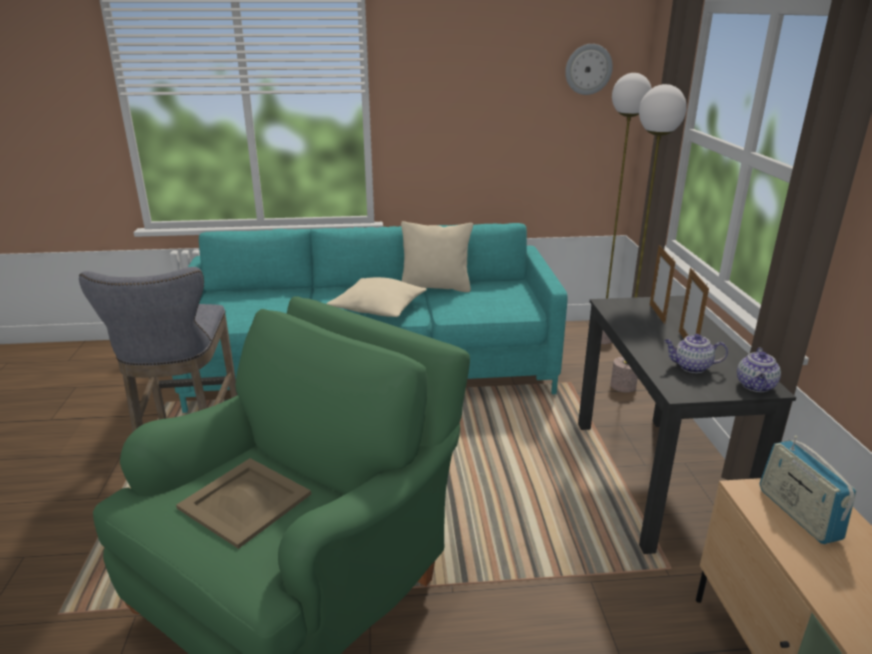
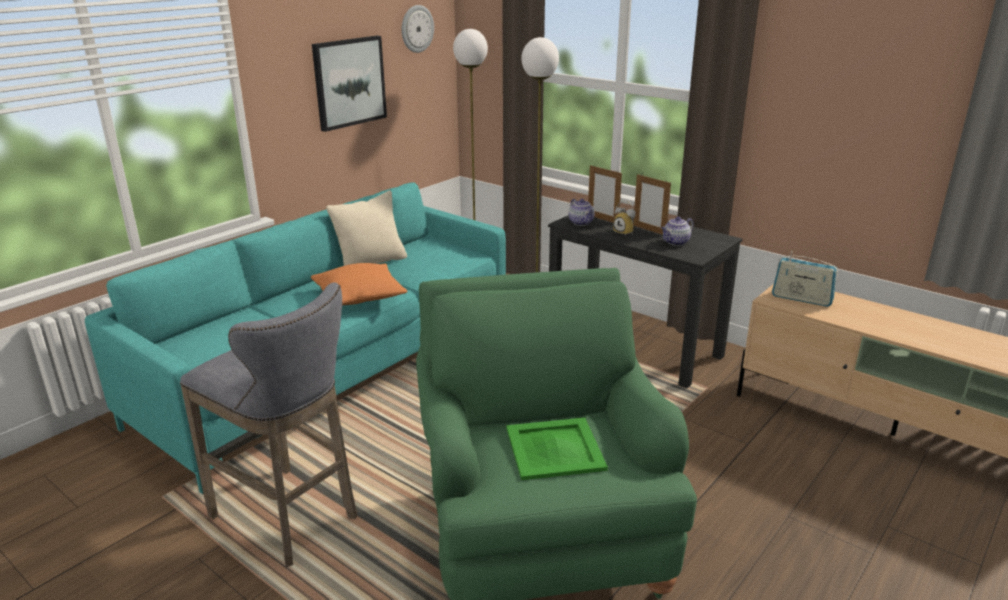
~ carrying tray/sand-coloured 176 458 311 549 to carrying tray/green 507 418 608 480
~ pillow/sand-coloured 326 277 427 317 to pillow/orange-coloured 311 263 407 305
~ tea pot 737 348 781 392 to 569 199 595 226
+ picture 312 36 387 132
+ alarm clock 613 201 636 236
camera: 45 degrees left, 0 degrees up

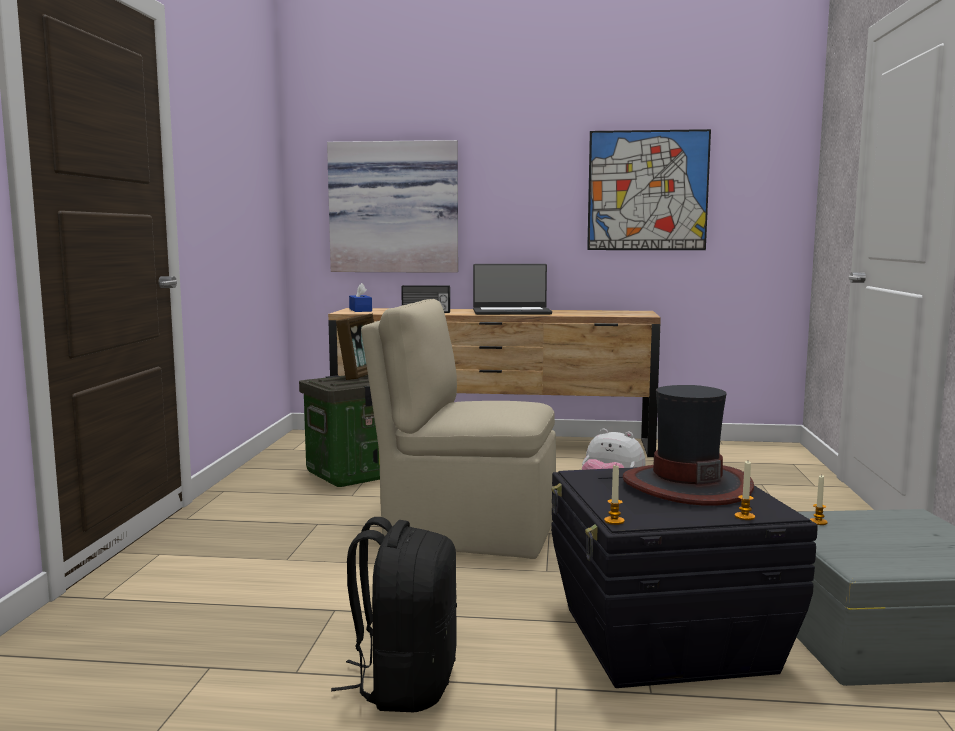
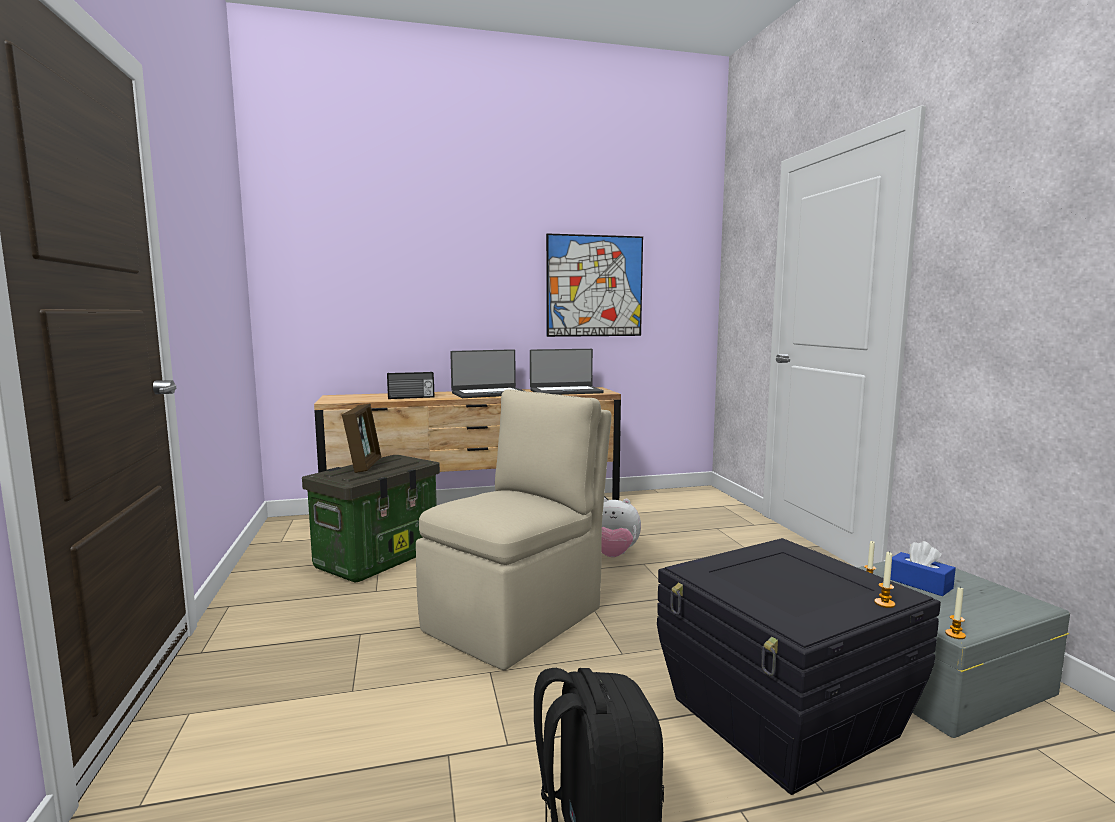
- picture 327 140 458 273
~ tissue holder/blue 349 283 372 312 to 890 541 956 596
~ chair/sand-coloured 361 299 556 559 = 416 389 611 670 135 degrees clockwise
~ wax light 604 465 625 525 to 945 586 966 639
- hat 622 385 754 506
+ laptop 530 349 604 395
camera: 20 degrees left, 0 degrees up

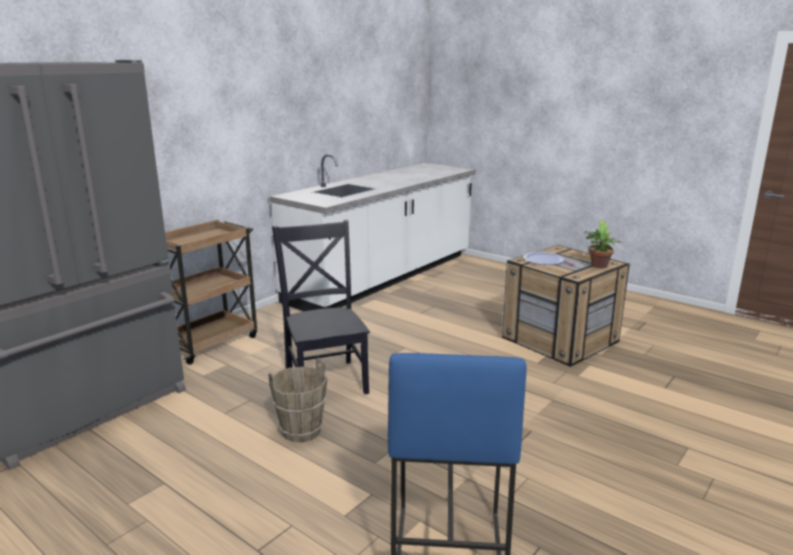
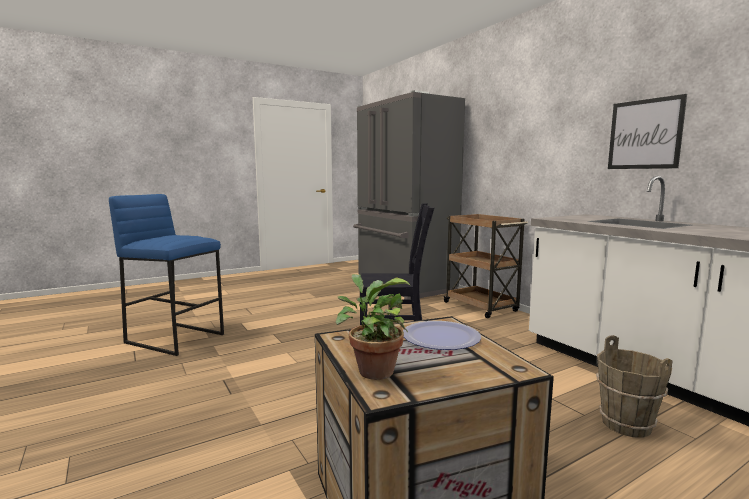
~ water bucket/brownish 269 358 327 443 to 596 335 672 438
+ picture 608 94 687 169
camera: 110 degrees right, 10 degrees down

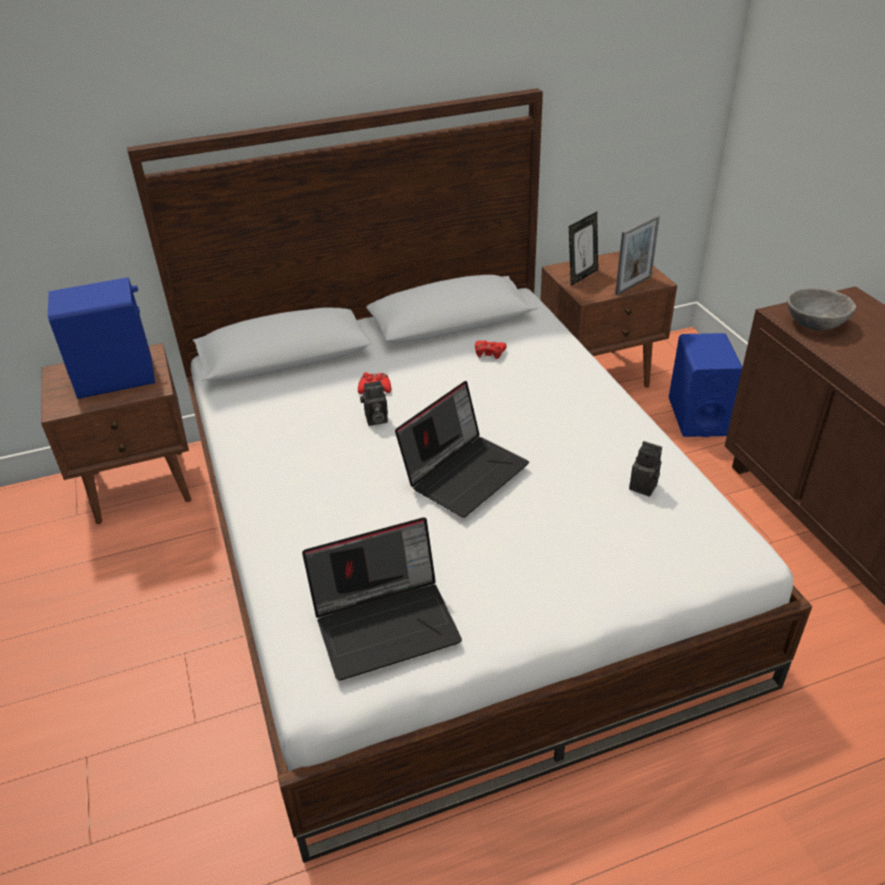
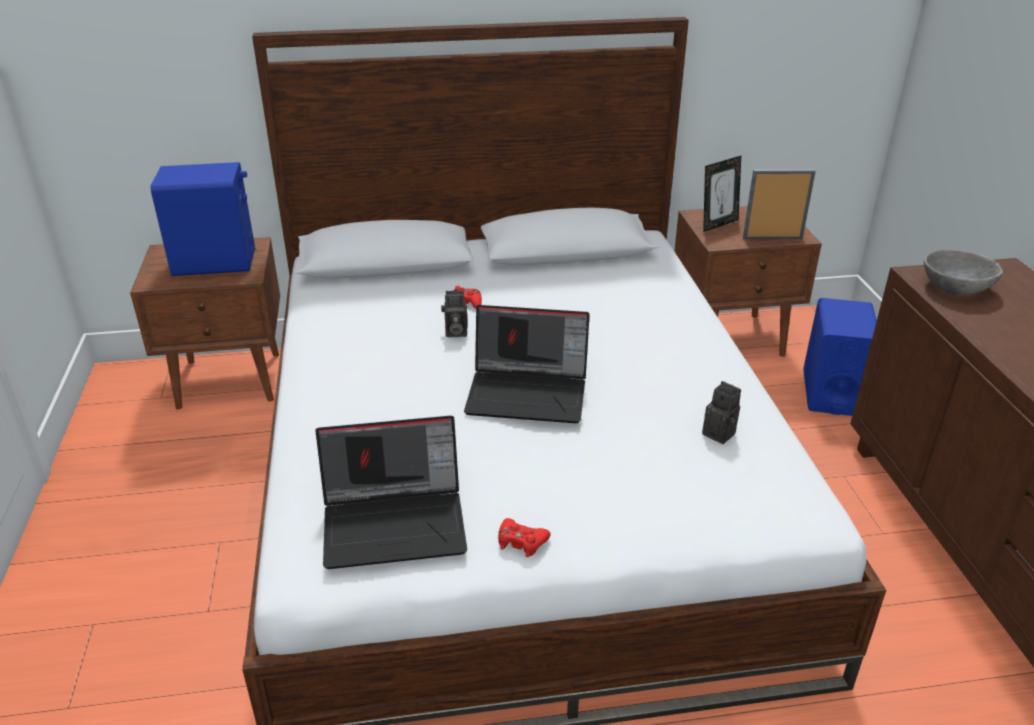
~ laptop 395 381 529 518 = 464 305 590 423 45 degrees clockwise
~ game controller/red 475 340 507 359 to 498 518 551 557
~ picture frame 615 215 660 295 = 743 169 816 239 150 degrees counterclockwise
camera: 10 degrees right, 5 degrees down

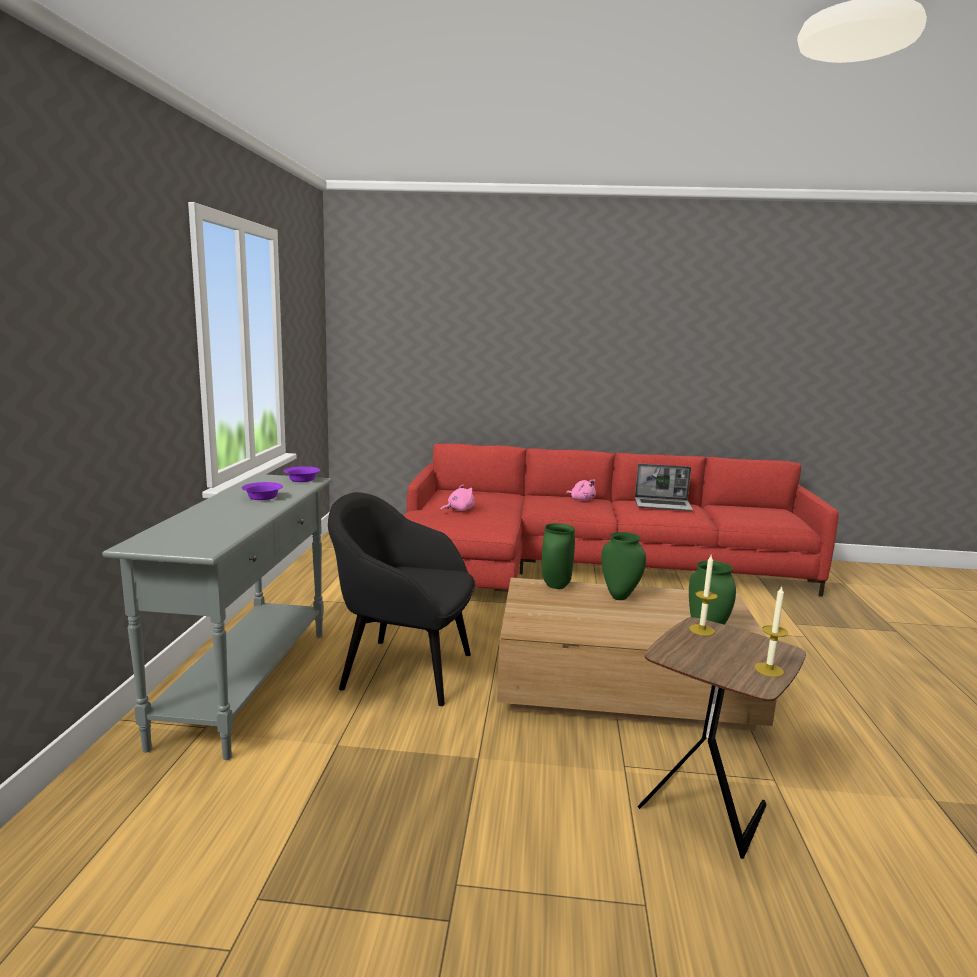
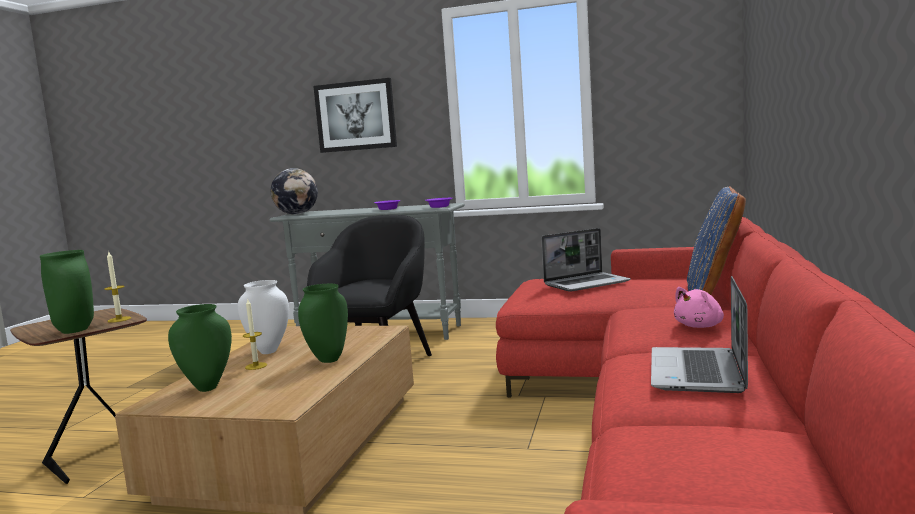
~ cuddly toy/pinkish 440 485 475 511 to laptop 541 228 631 292
~ vase/green 542 523 575 589 to 40 250 94 334
~ wax light 755 587 788 677 to 243 299 267 370
+ vase/white-coloured 238 280 289 354
+ world globe 271 168 318 215
+ picture 313 78 397 153
+ pillow/blue 687 186 746 295
camera: 100 degrees right, 5 degrees down

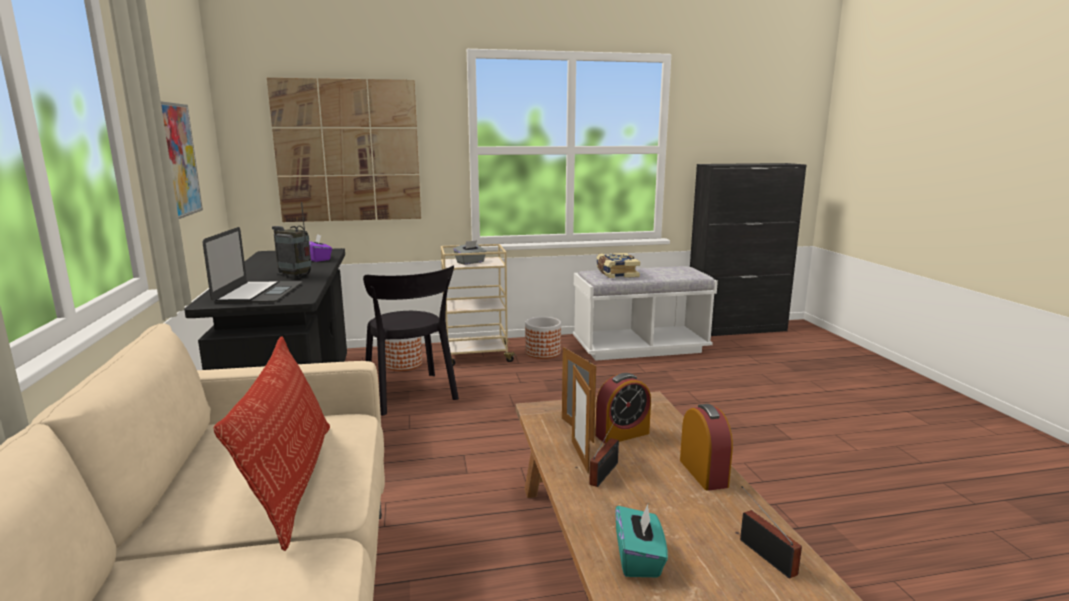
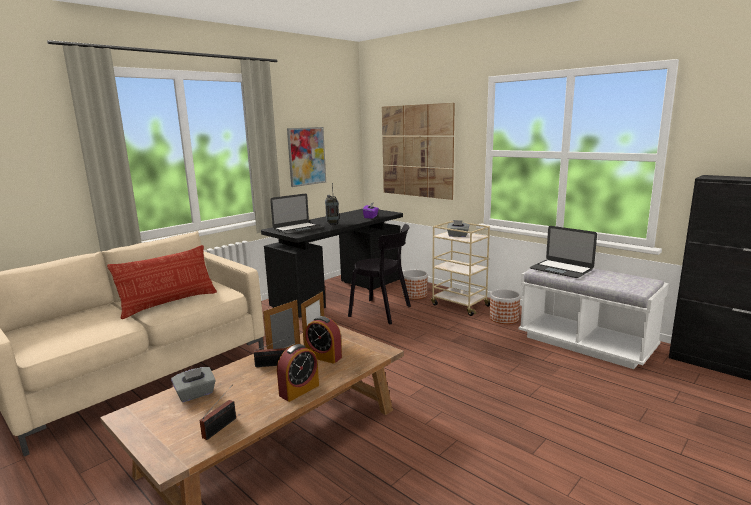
~ chair/black 363 266 459 416 = 348 224 411 324 90 degrees counterclockwise
~ volume 596 253 640 278 to laptop 530 226 597 278
~ tissue holder/blue-green 615 504 668 577 to tissue holder/gray 171 367 216 402
camera: 55 degrees right, 0 degrees up

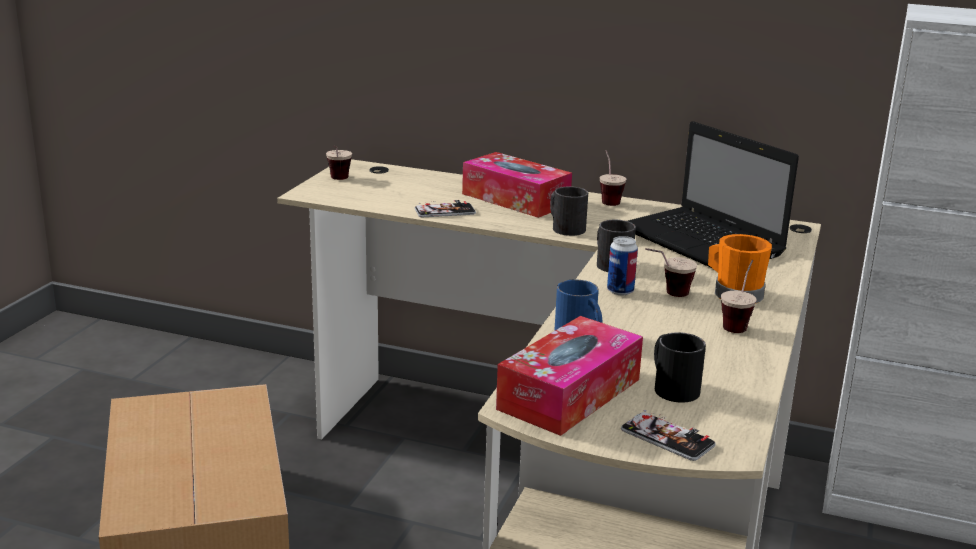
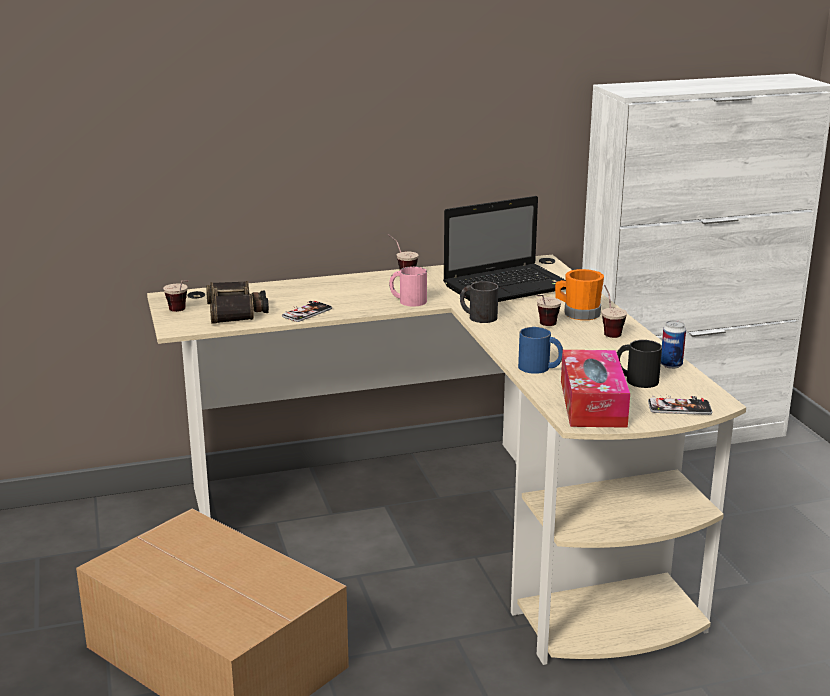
- tissue holder 462 152 572 218
~ mug/black 550 186 588 236 to mug/pinkish 389 266 427 306
~ can 607 236 638 295 to 661 320 686 369
~ laptop 628 121 799 267 = 443 196 566 302 45 degrees counterclockwise
+ field glasses 206 281 269 324
camera: 35 degrees left, 0 degrees up

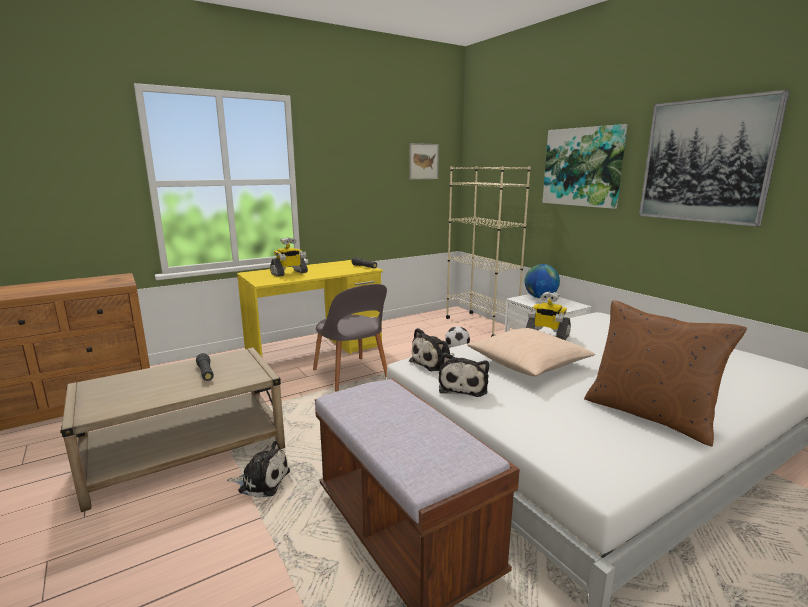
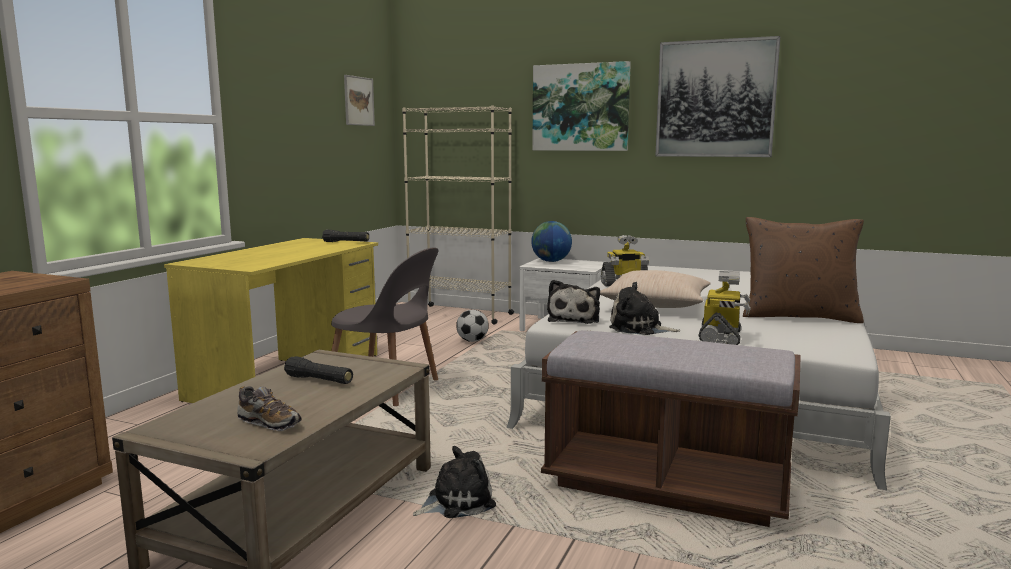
~ model robot 270 237 308 277 to 699 271 750 345
~ cuddly toy 438 353 489 397 = 609 282 680 335 135 degrees clockwise
+ shoe 237 386 301 431
camera: 35 degrees left, 5 degrees down

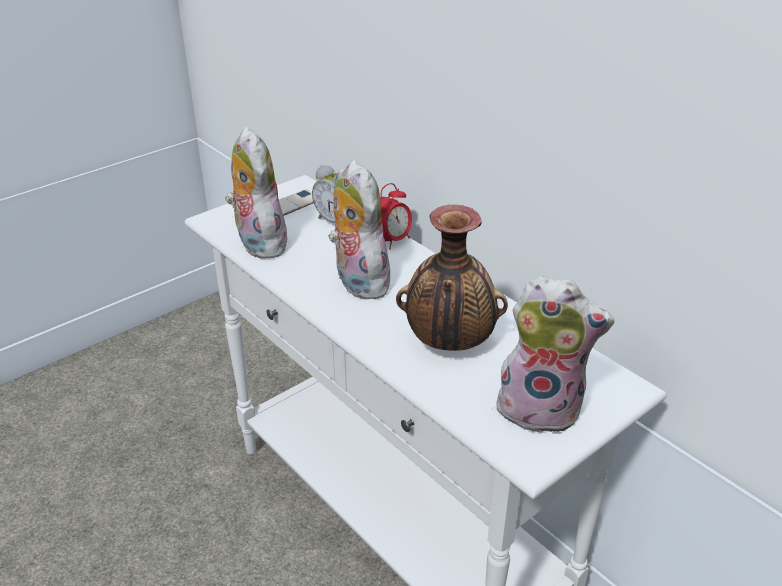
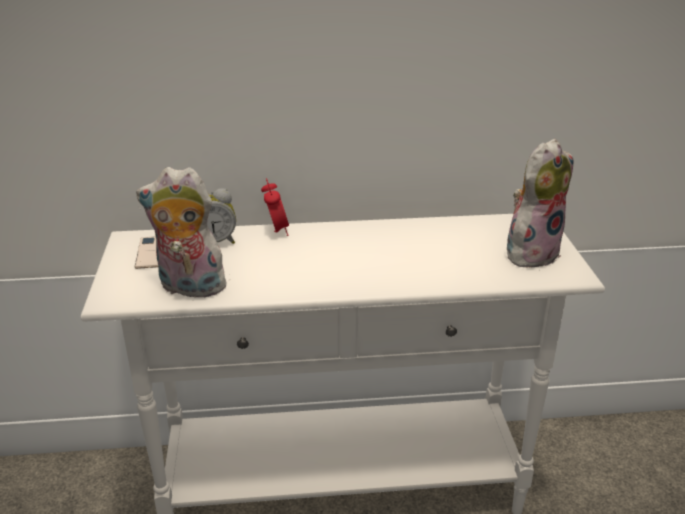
- cuddly toy 328 160 390 299
- vase 396 205 508 351
camera: 55 degrees left, 5 degrees down

